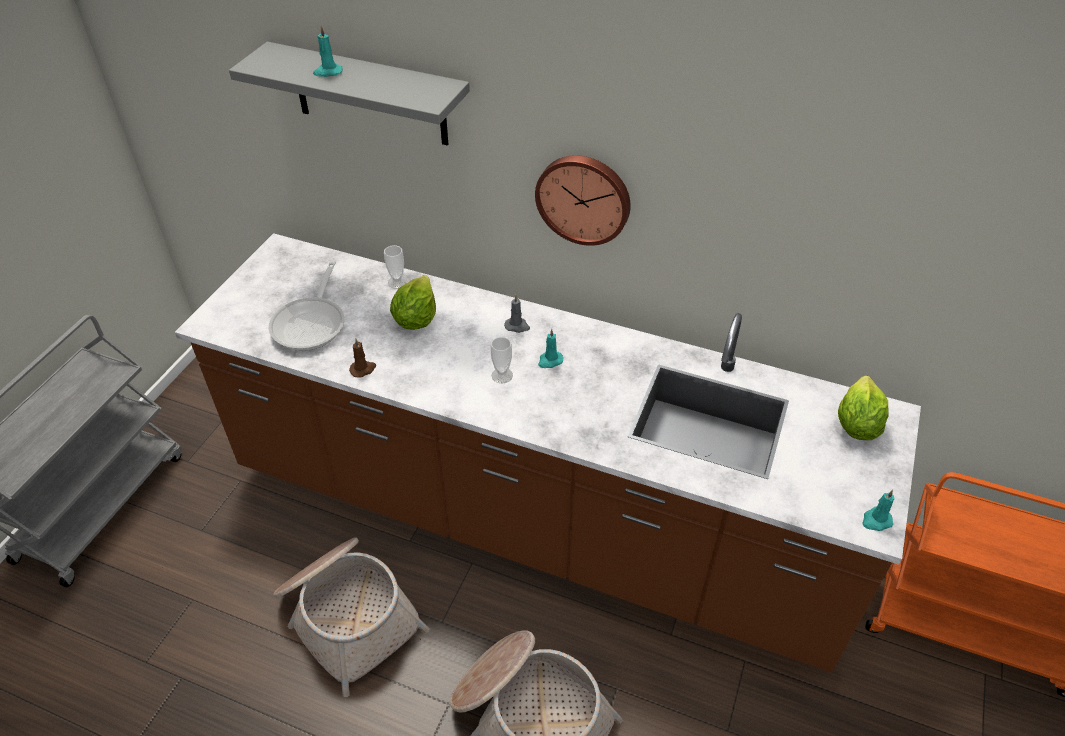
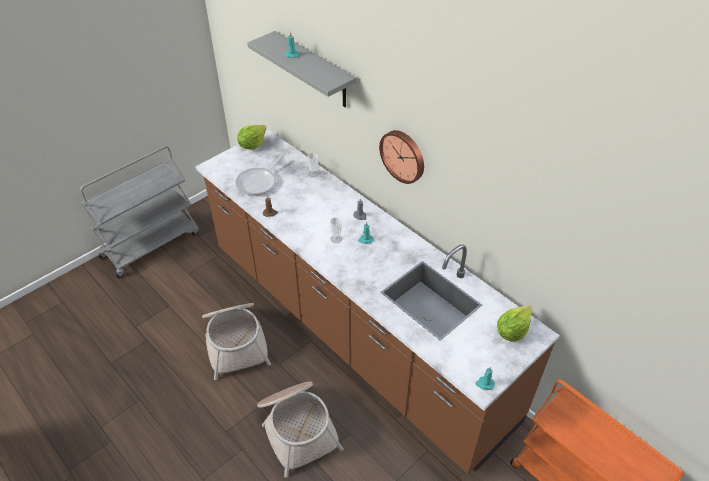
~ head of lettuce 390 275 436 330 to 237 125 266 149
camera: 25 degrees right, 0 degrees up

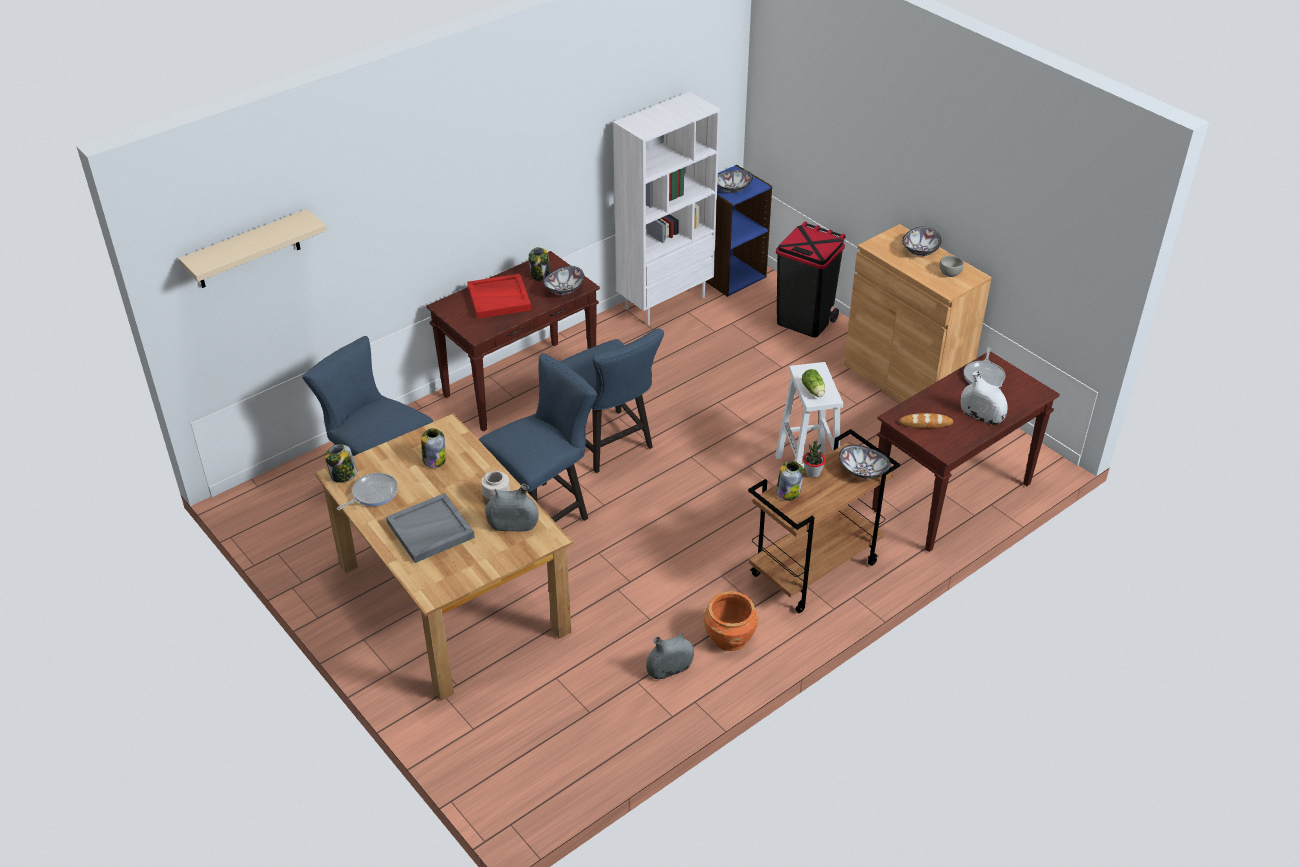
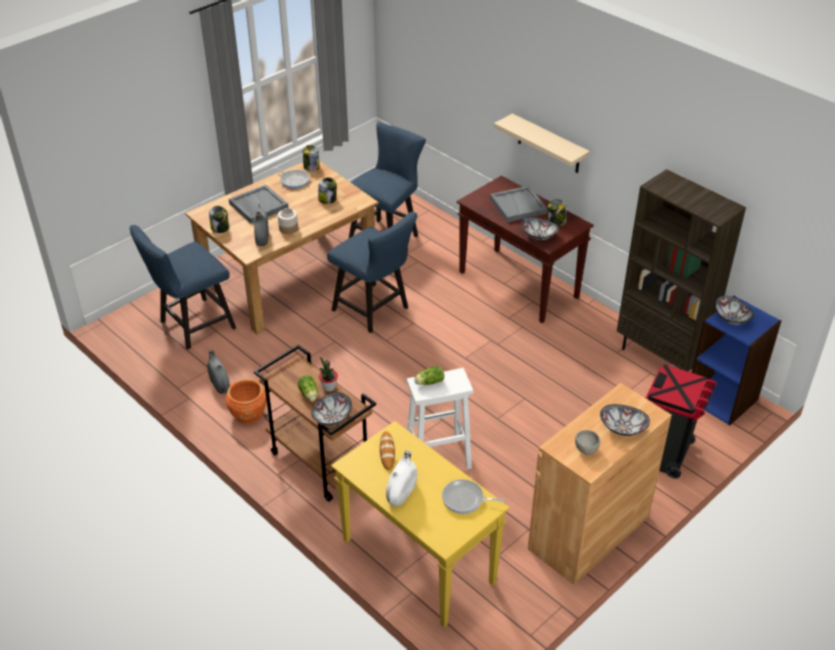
~ wall shelf/sand-coloured 178 209 327 288 to 494 113 590 173
~ carrying tray/red 467 274 531 319 to carrying tray/gray 490 186 547 222
~ chair/blue 560 328 664 473 to 129 225 236 350
~ bookshelf/white-coloured 613 92 720 325 to bookshelf/brownish 617 169 746 372
~ storage jar 776 461 804 501 to 209 206 229 233
~ narrow table/brownish 872 351 1060 552 to narrow table/yellow 331 421 509 628
+ head of lettuce 298 375 318 401
camera: 85 degrees right, 0 degrees up

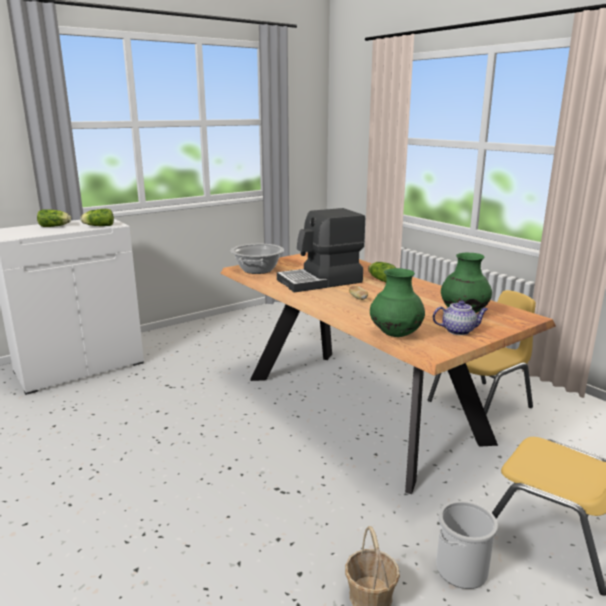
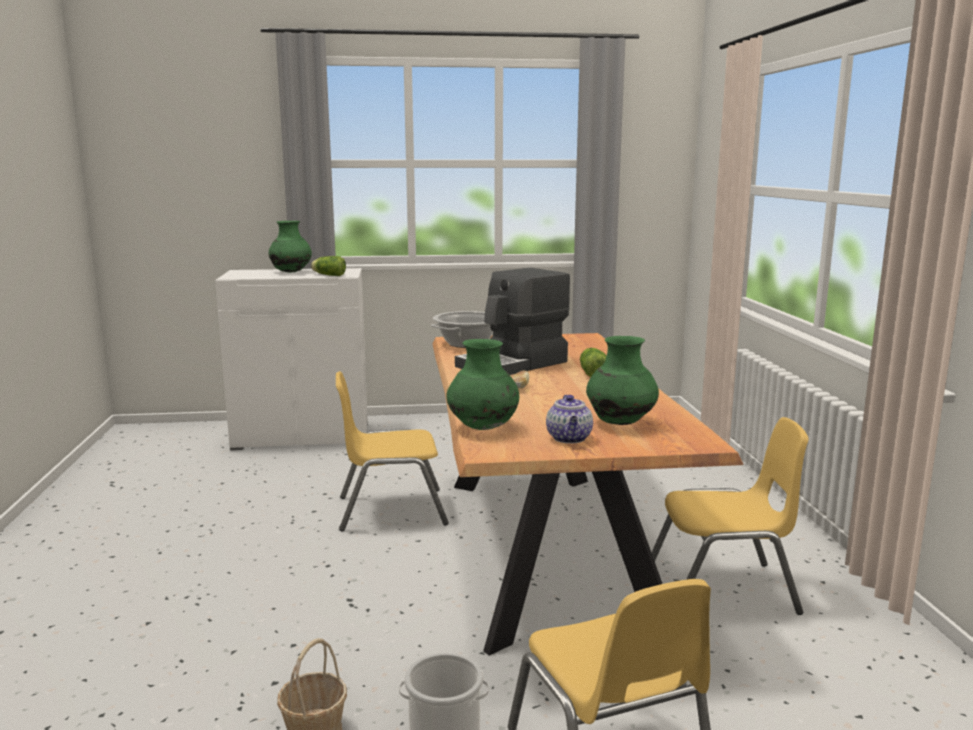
~ head of lettuce 37 209 71 227 to vase/green 269 221 312 272
~ coffee maker 277 208 365 292 = 455 267 570 375 45 degrees counterclockwise
~ tea pot 433 301 488 335 = 546 395 593 444 60 degrees clockwise
+ chair/yellow 336 371 449 532
camera: 30 degrees right, 5 degrees down

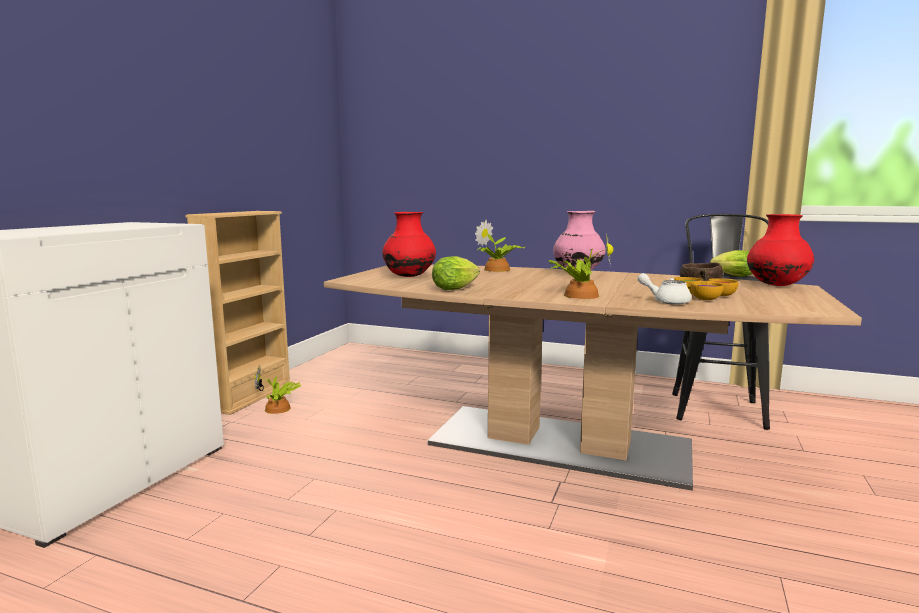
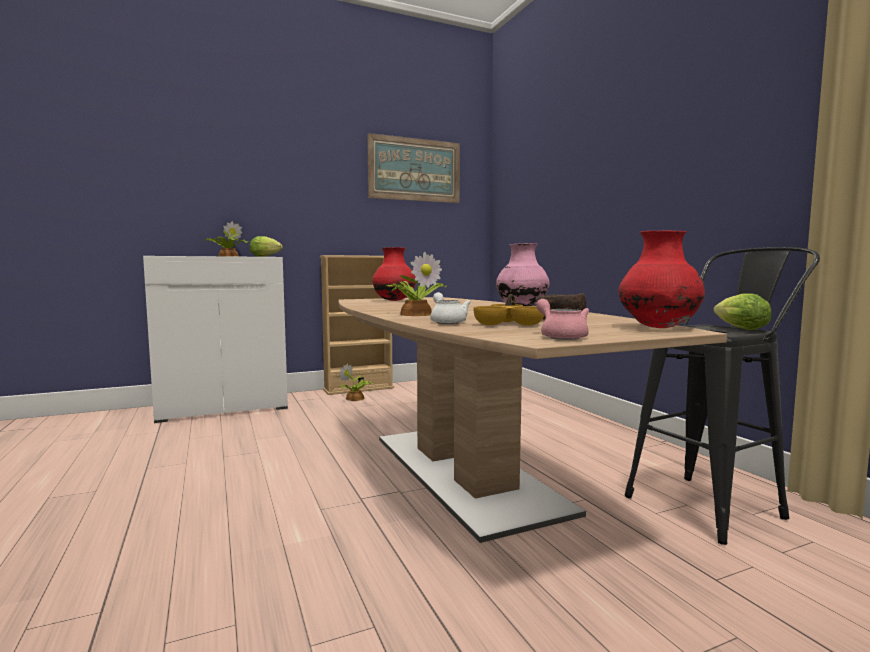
~ head of lettuce 432 256 480 290 to 249 236 283 257
~ plant in a pot 475 220 525 272 to 205 221 248 257
+ picture 367 133 460 203
+ tea pot/pinkish 536 299 589 340
camera: 45 degrees right, 5 degrees down

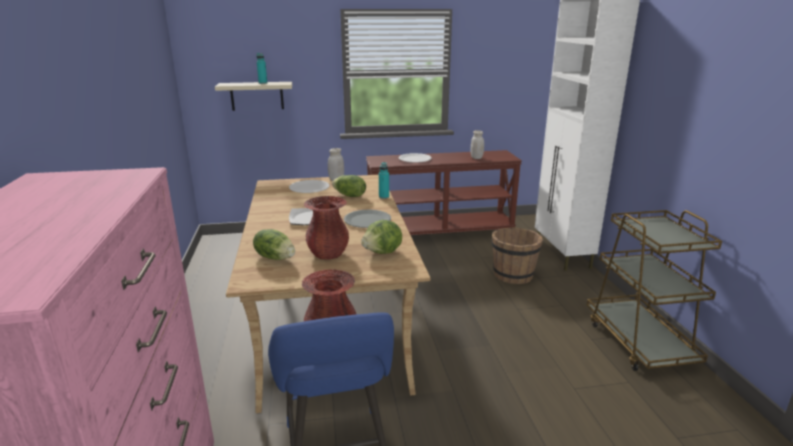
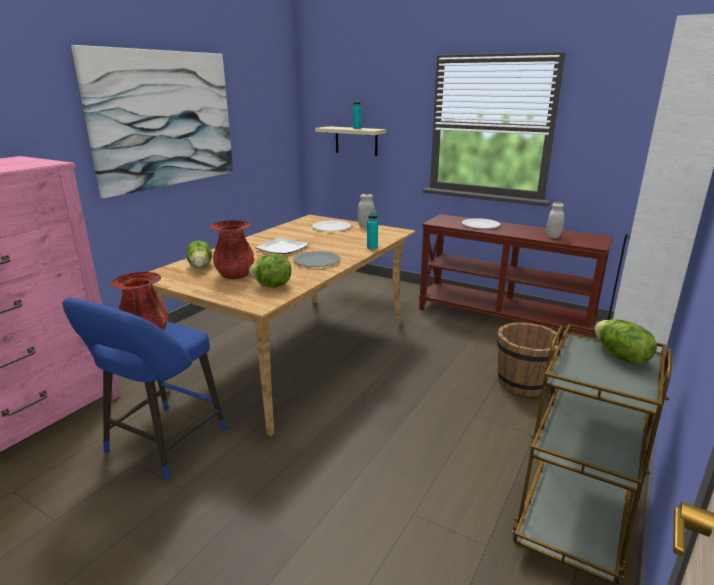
~ head of lettuce 332 175 366 197 to 594 319 657 365
+ picture 71 45 233 198
camera: 40 degrees right, 0 degrees up

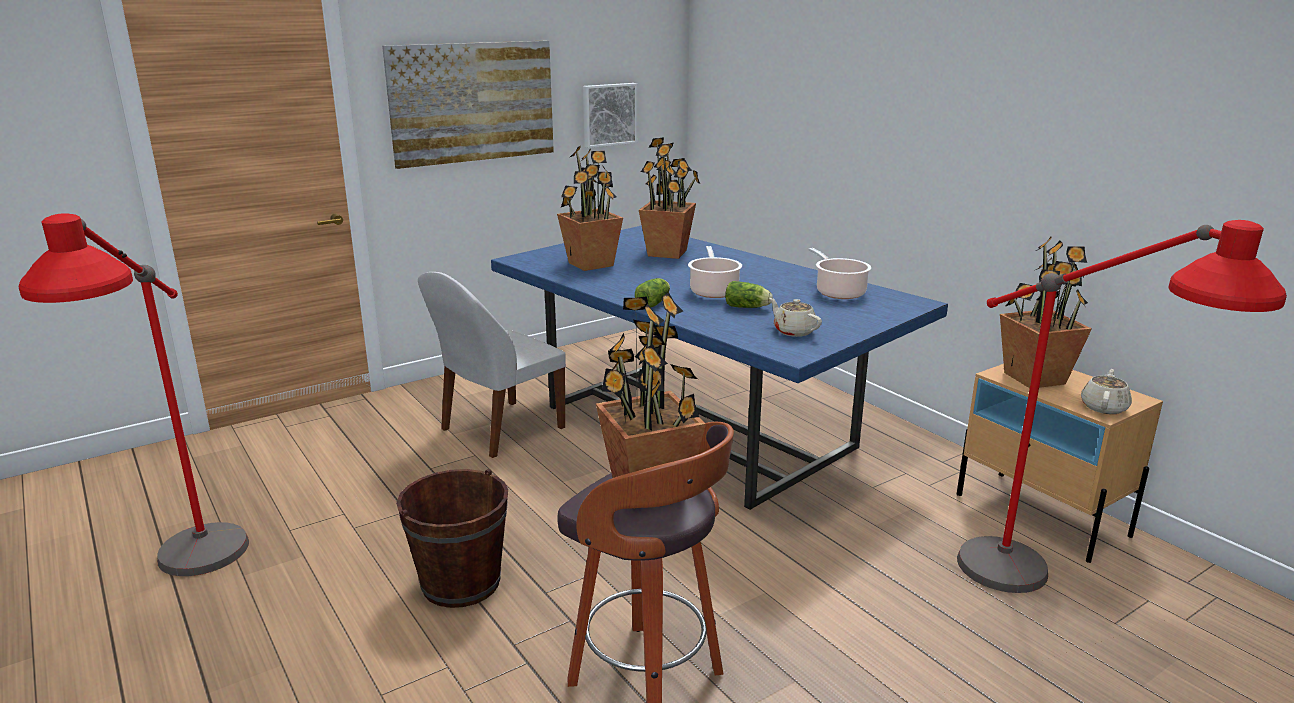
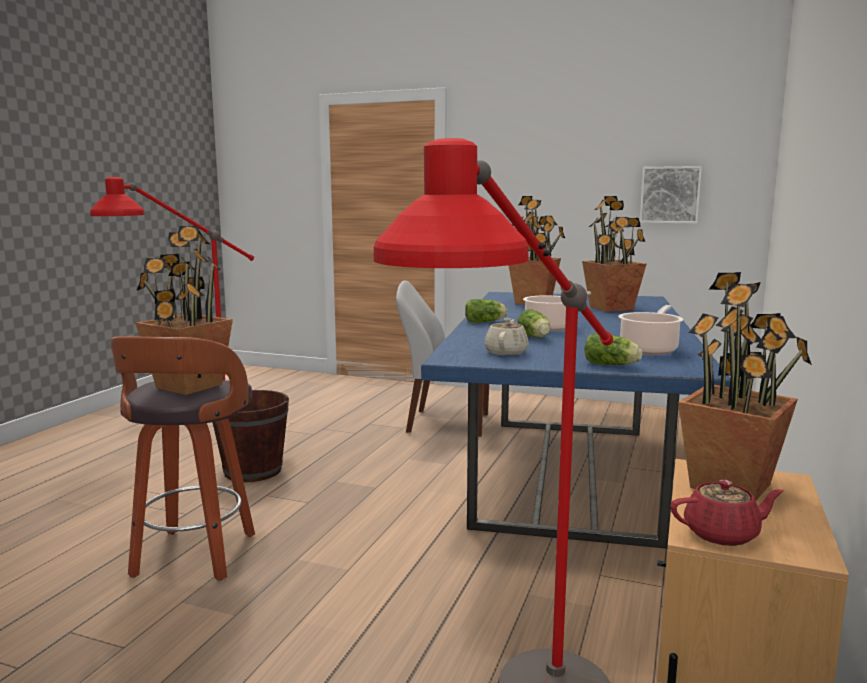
- picture 382 41 554 169
~ tea pot/sand-coloured 1081 369 1132 414 to tea pot/red 670 480 784 546
+ head of lettuce 585 333 643 365
camera: 55 degrees right, 10 degrees down

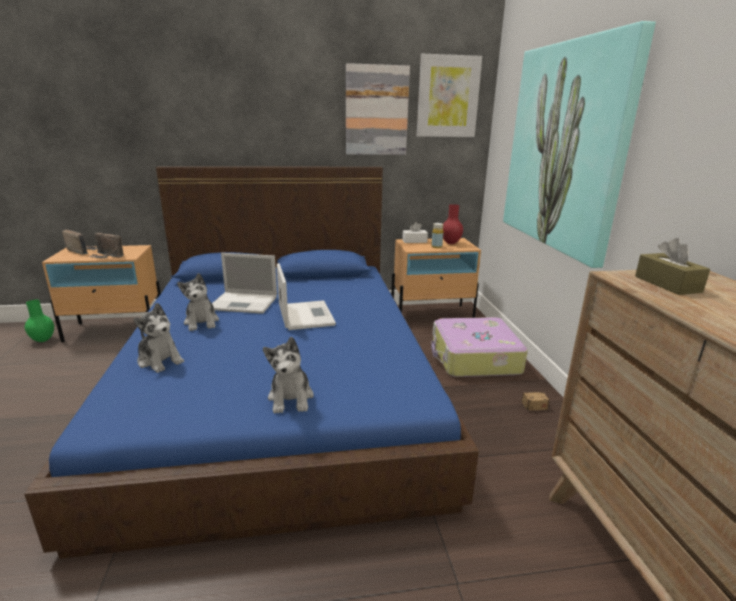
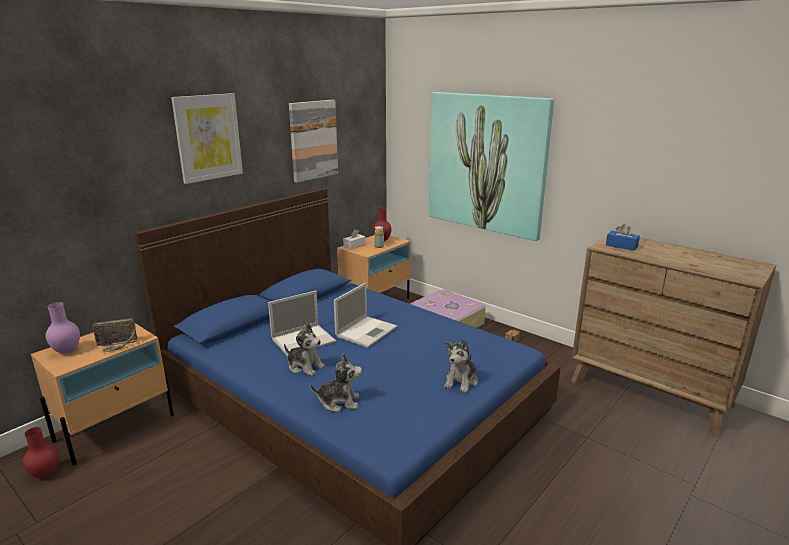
~ vase/green 25 300 54 342 to vase/red 23 427 59 479
~ radio receiver 62 229 97 255 to vase/purple 46 302 80 354
~ cuddly toy 263 337 314 414 = 444 339 478 393 75 degrees clockwise
~ laptop 277 263 336 330 = 334 283 397 348 90 degrees clockwise
~ picture 417 54 482 137 to 171 93 243 184
~ tissue holder/brownish 635 238 710 295 to tissue holder/blue 606 224 640 251
camera: 40 degrees left, 0 degrees up

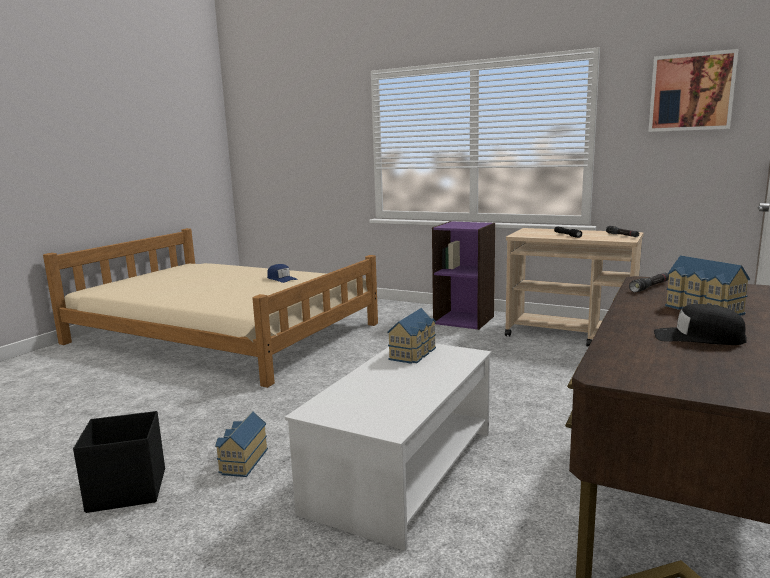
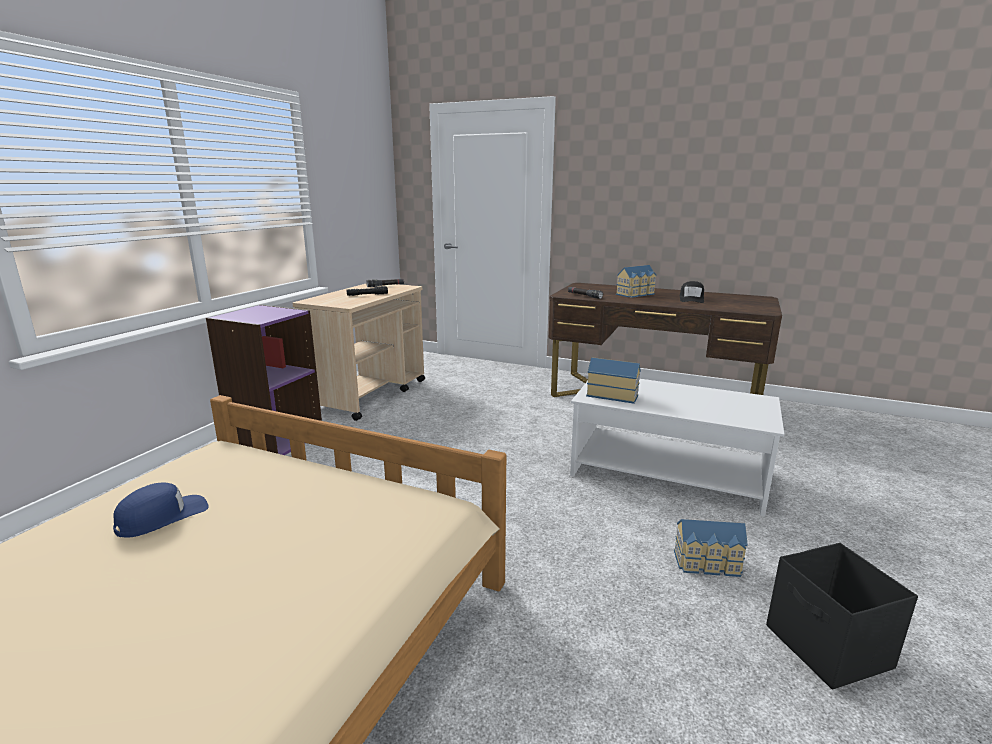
- picture 648 49 739 132
camera: 95 degrees left, 5 degrees up

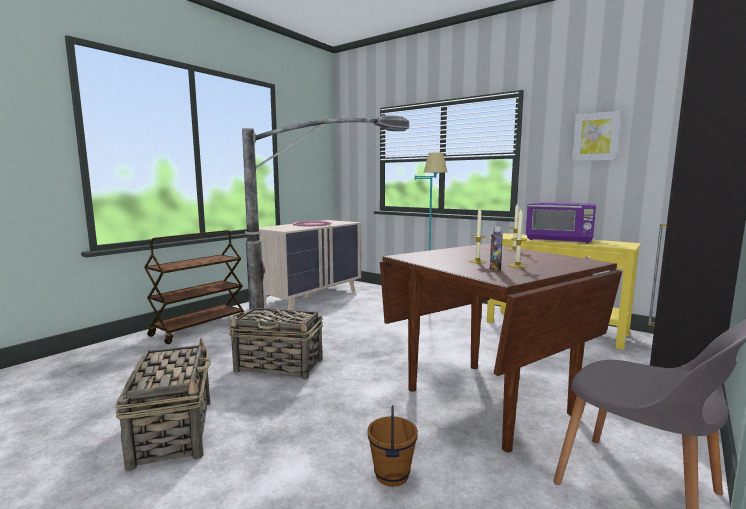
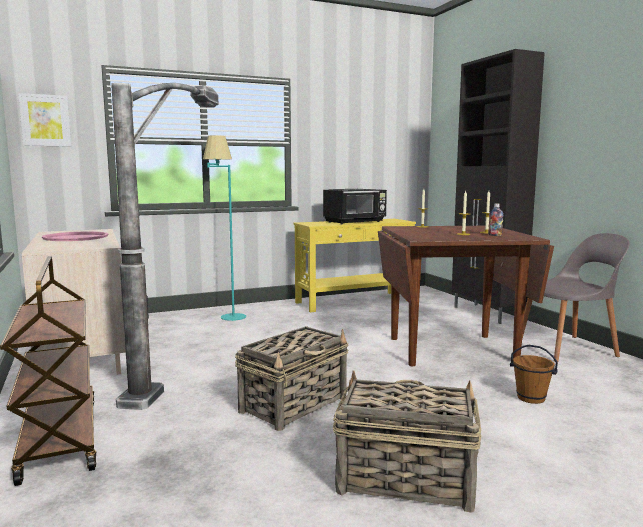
~ microwave/purple 526 202 596 243 to microwave/black 323 189 387 224
~ picture 572 111 621 161 to 18 93 71 147
camera: 60 degrees left, 0 degrees up

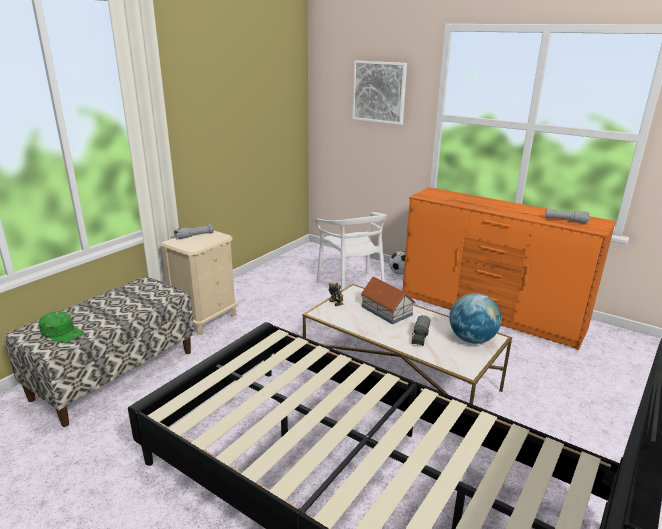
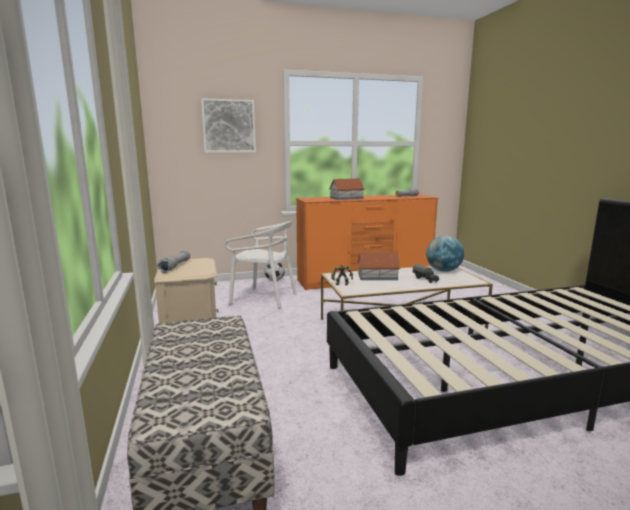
- cap/green 39 312 84 343
+ miniature house 329 178 365 200
camera: 50 degrees left, 10 degrees down

